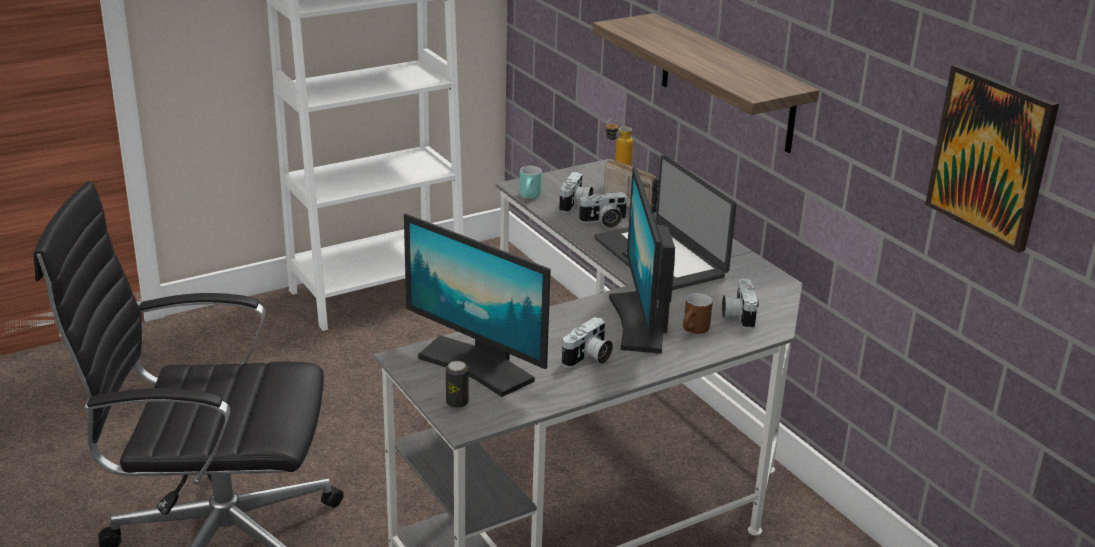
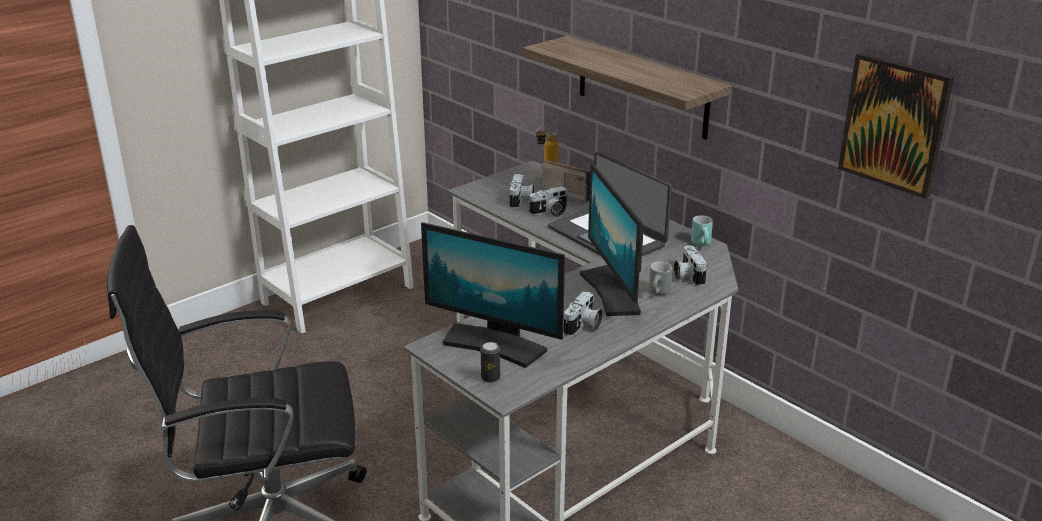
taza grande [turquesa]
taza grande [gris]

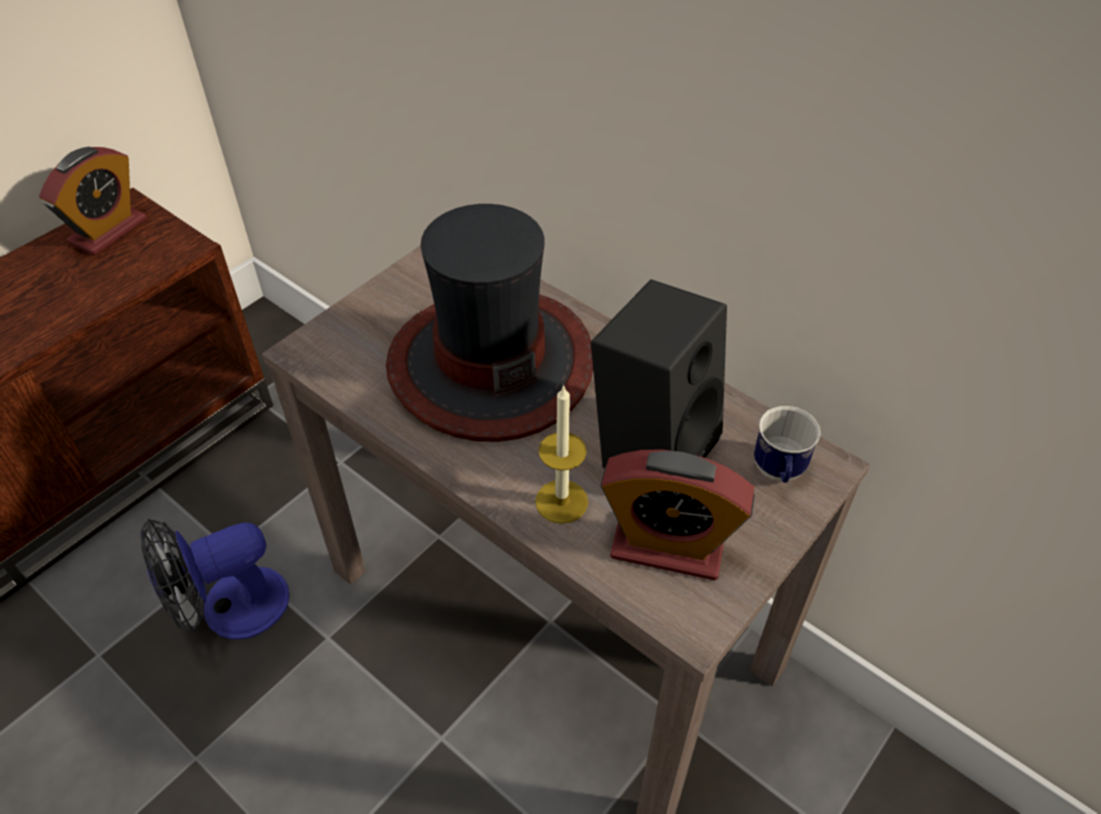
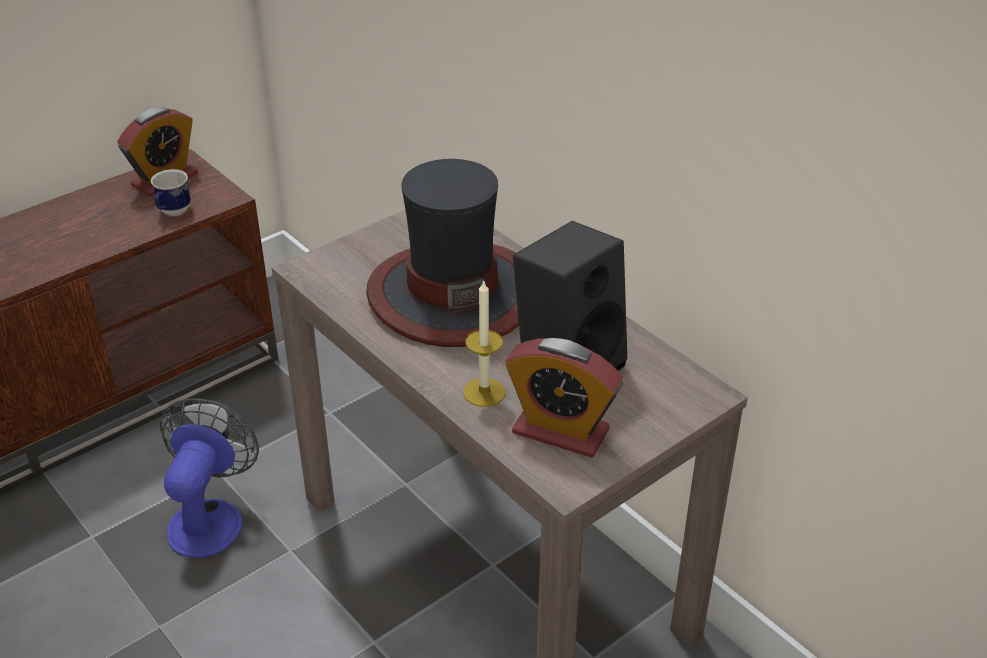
ventilador
taza grande

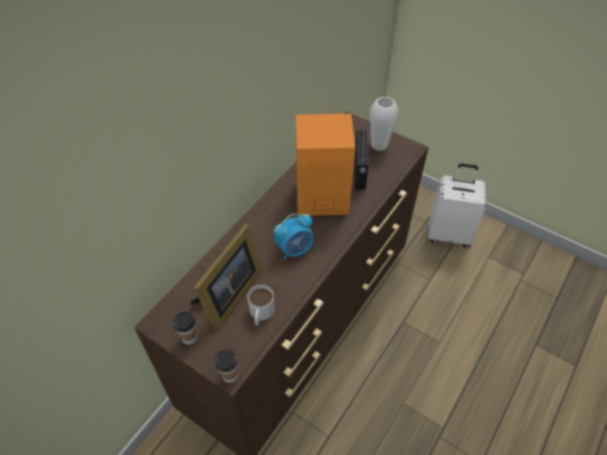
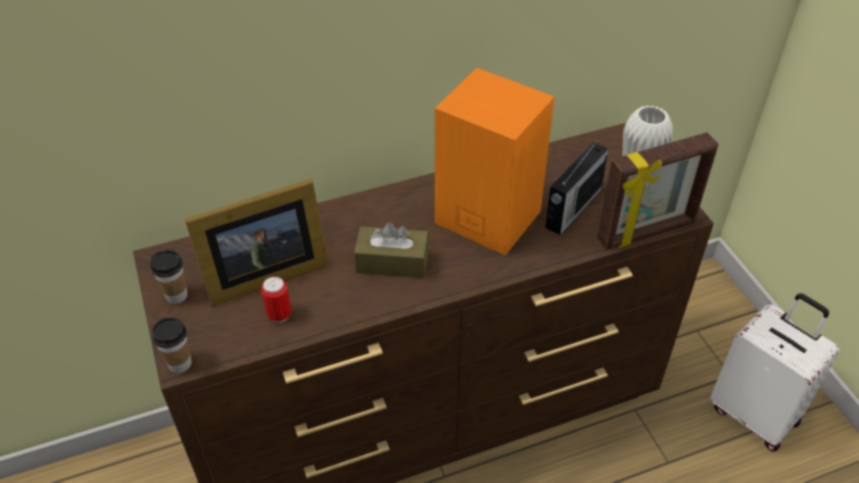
lata
caja de pañuelos [marrón]
portarretratos (2nd from left)

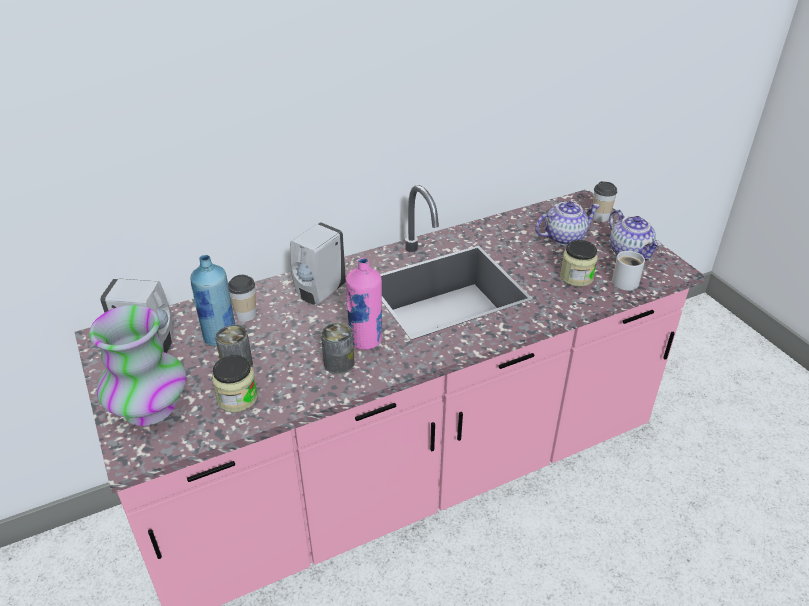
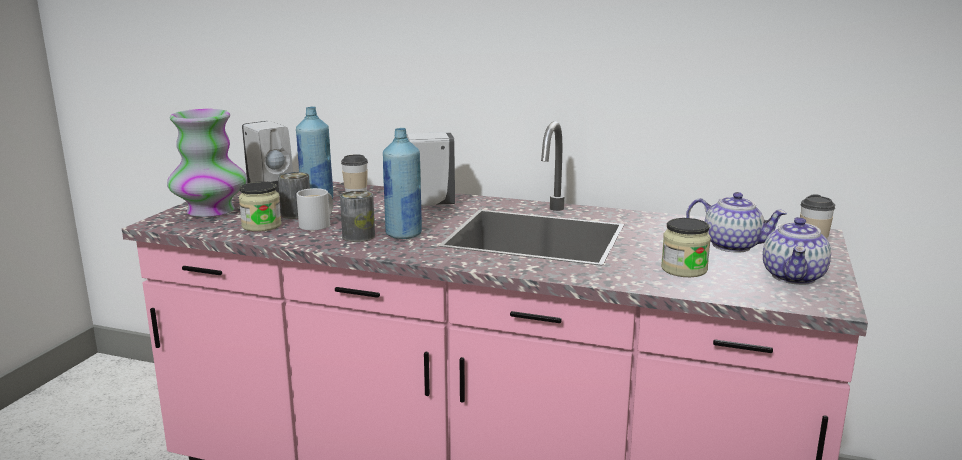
botella [azul] (2nd from left)
taza grande [blanco]

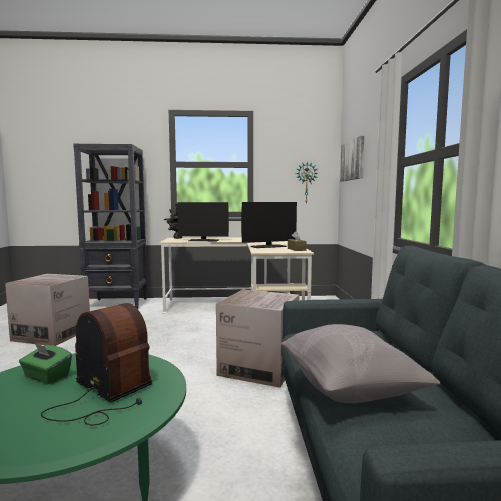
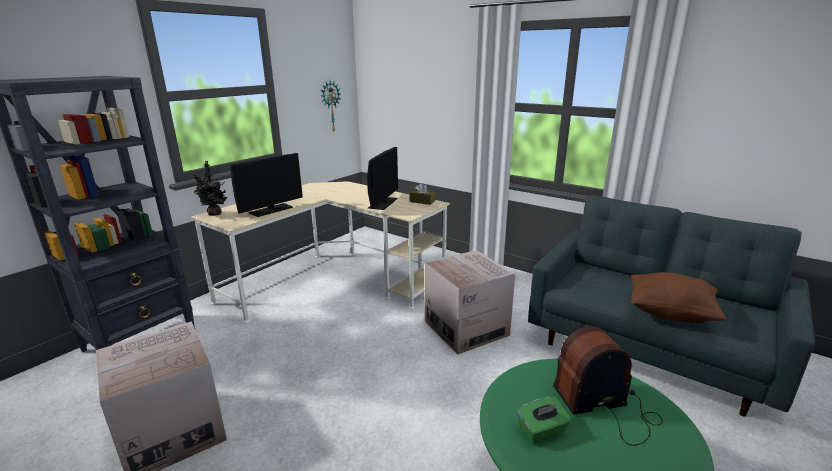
cojín [marrón]
cuadro

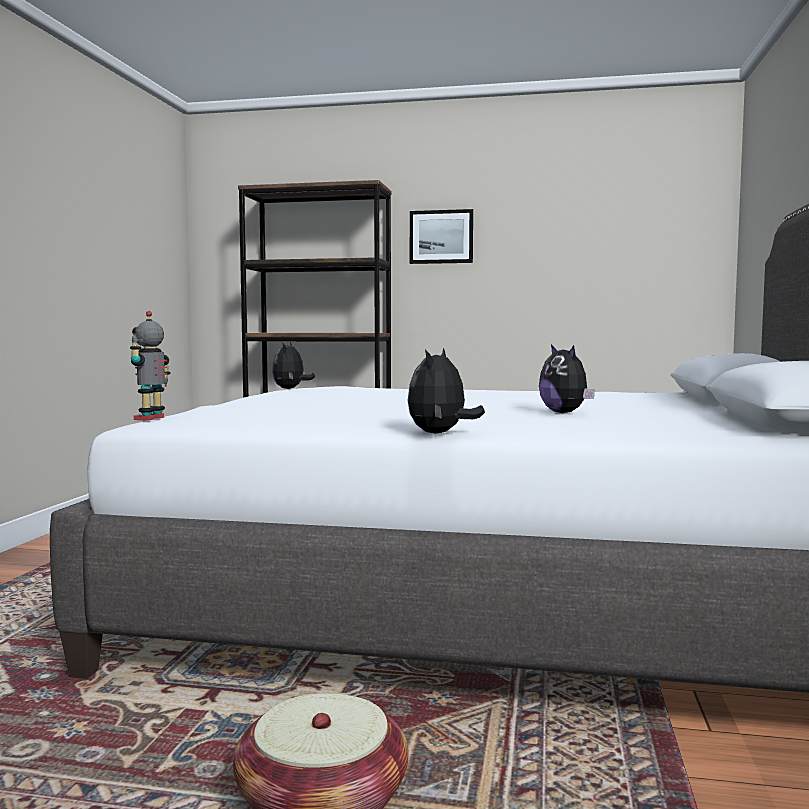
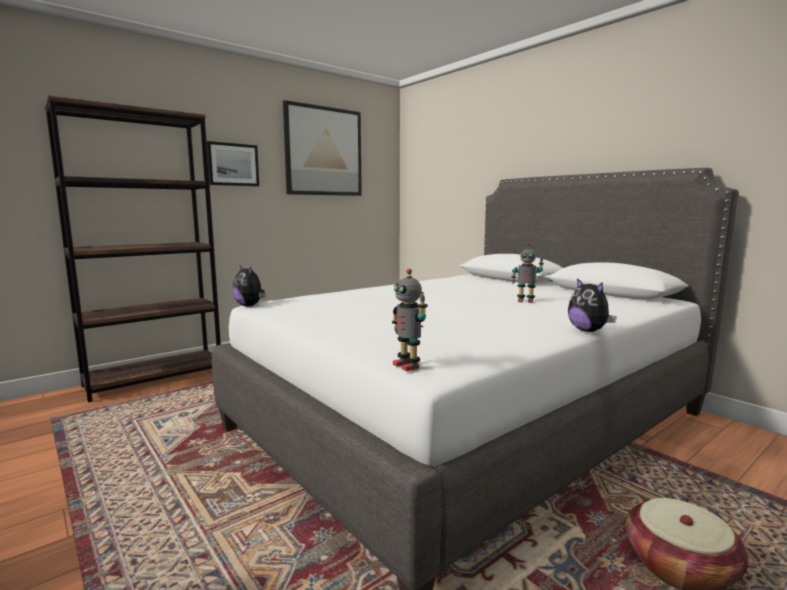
robot de juguete (2nd from left)
cuadro (2nd from left)

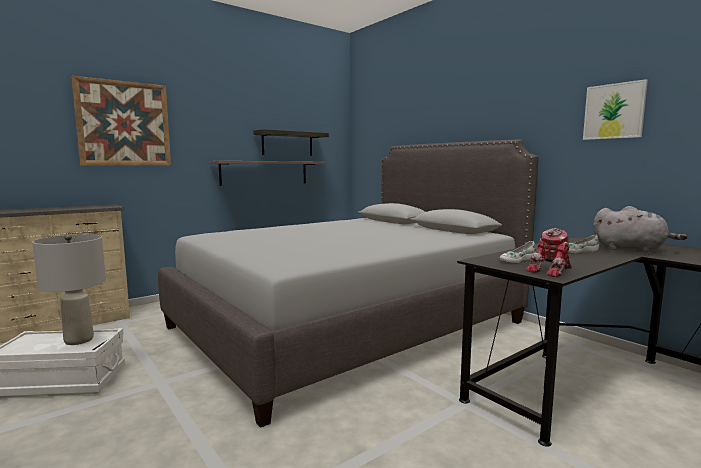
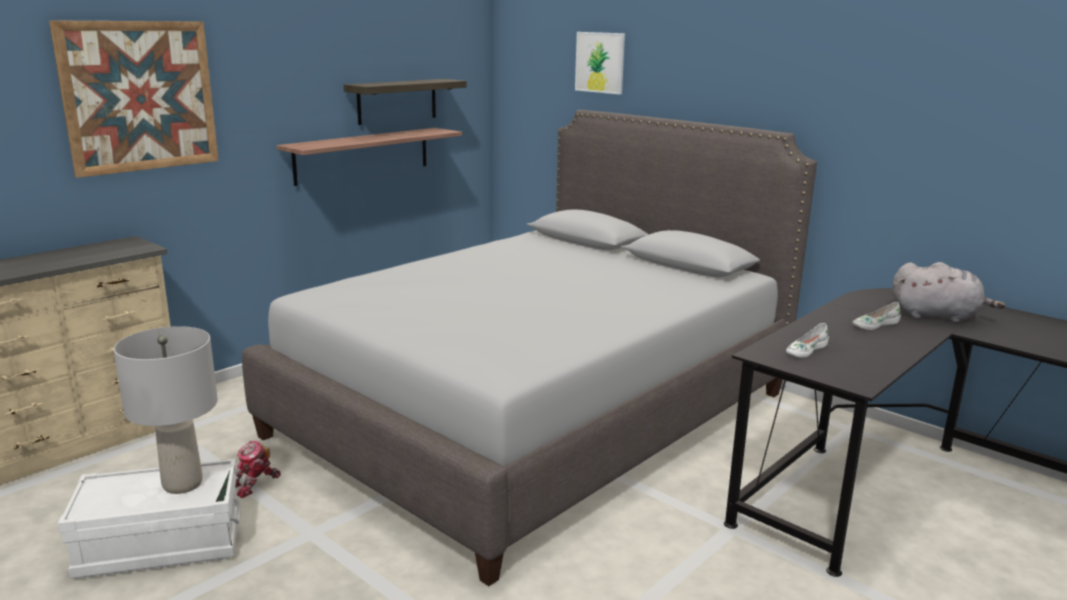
robot de juguete
cuadro (2nd from left)

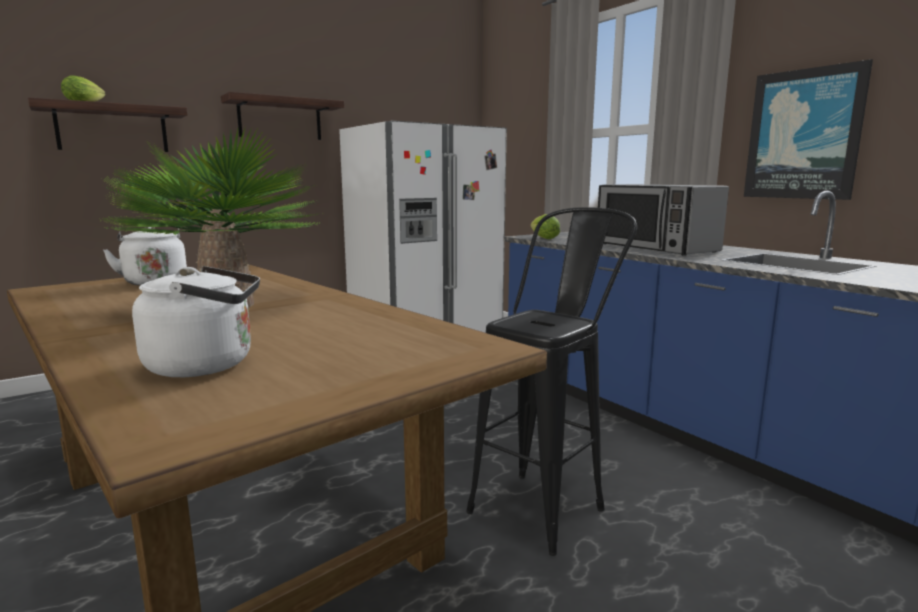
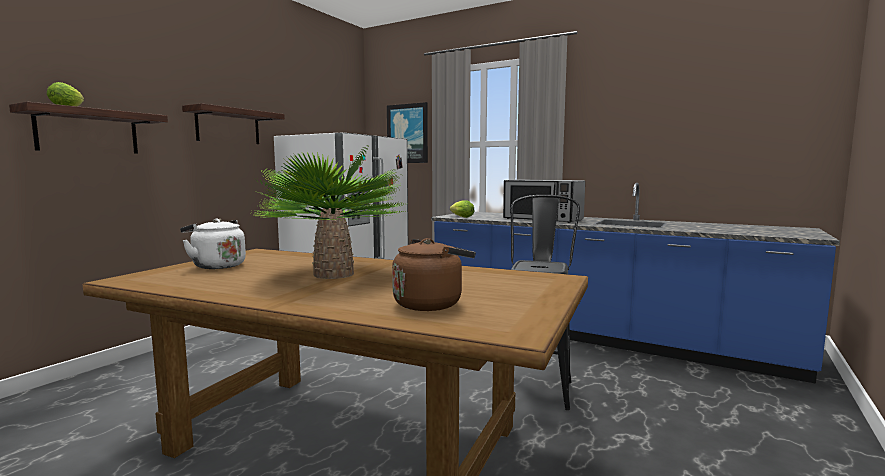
hervidor [marrón]
cuadro

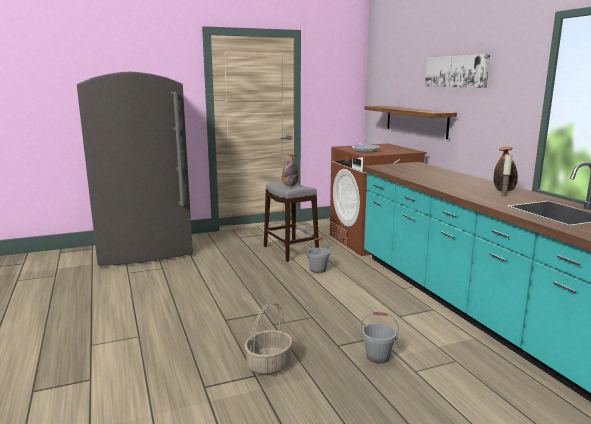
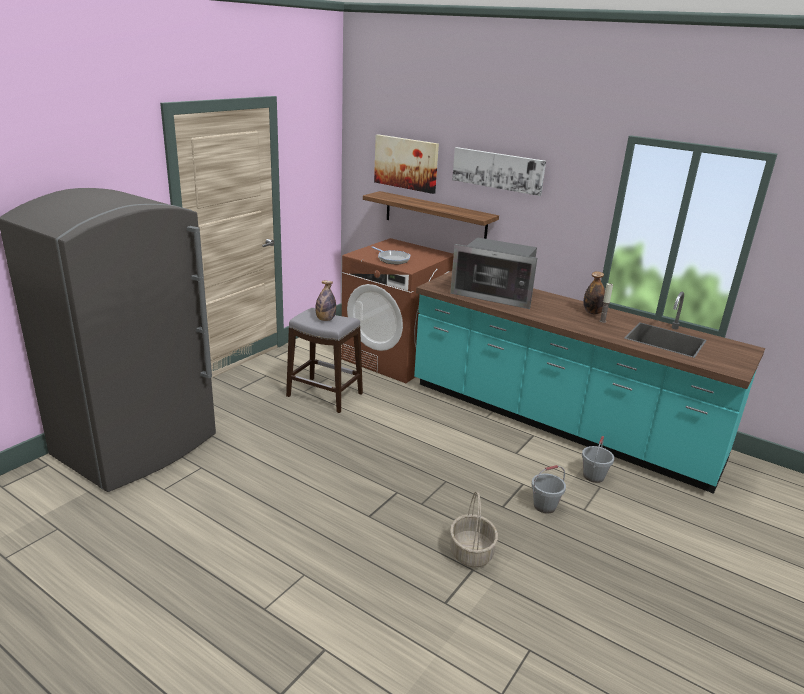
cubo [gris] (2nd from left)
cuadro (1st from left)
microondas

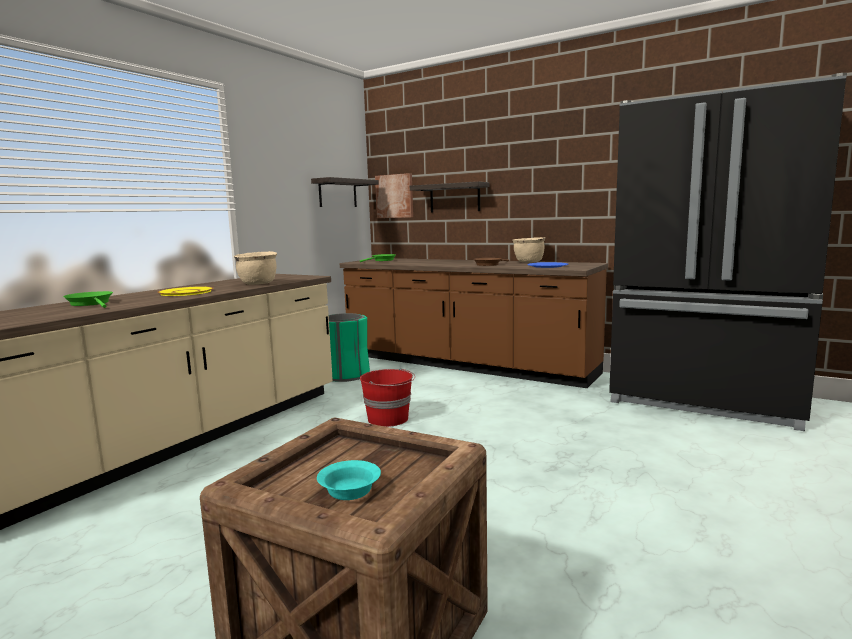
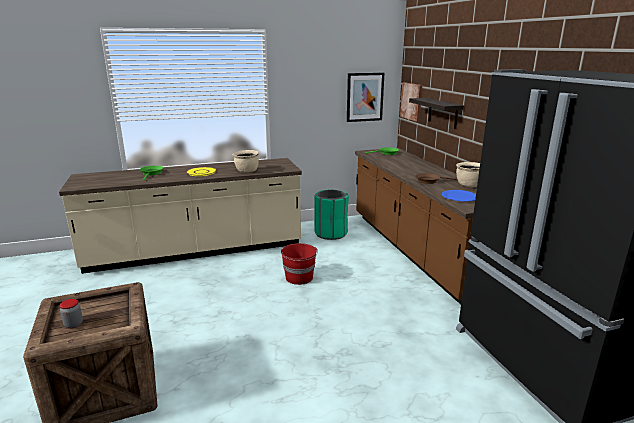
cuadro (1st from left)
tarro

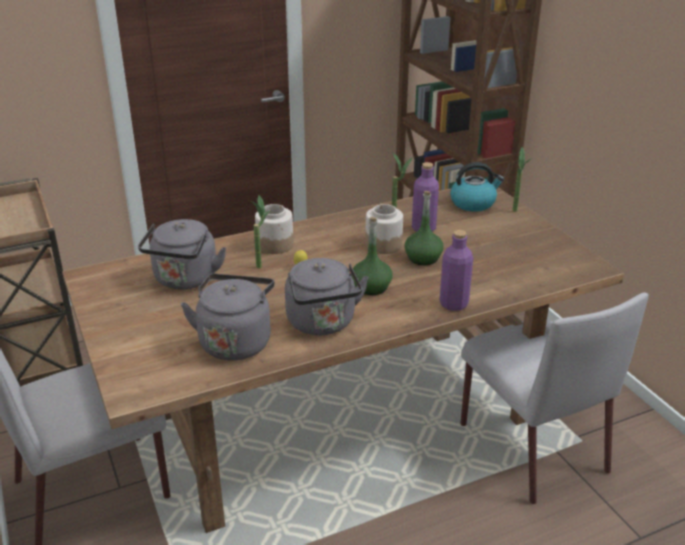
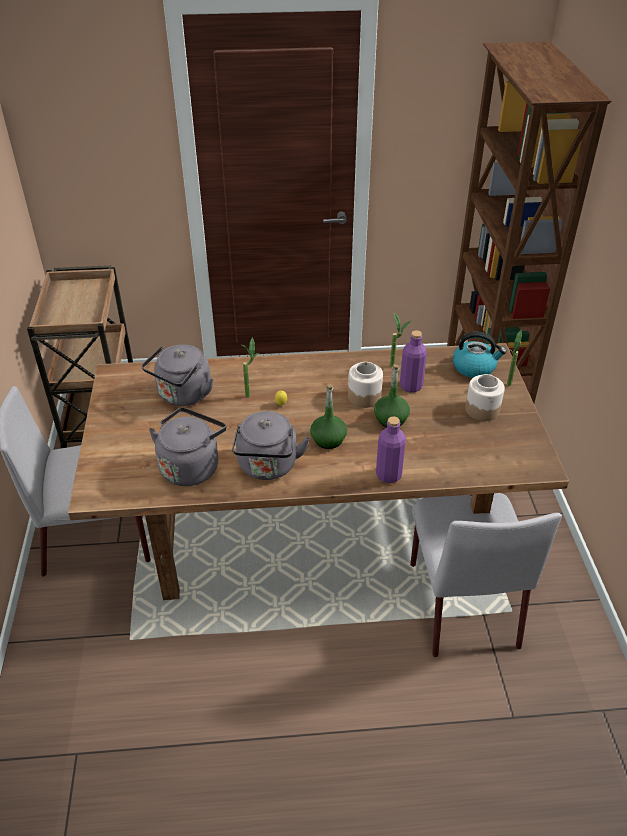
tarro (2nd from left)

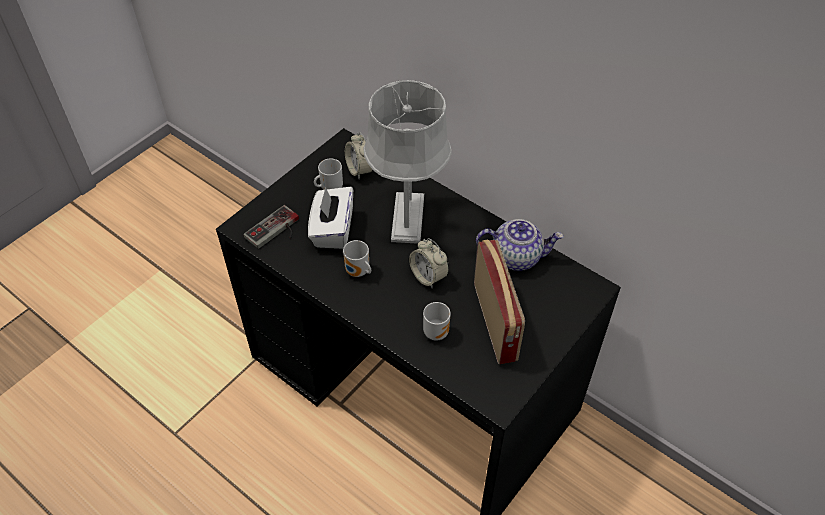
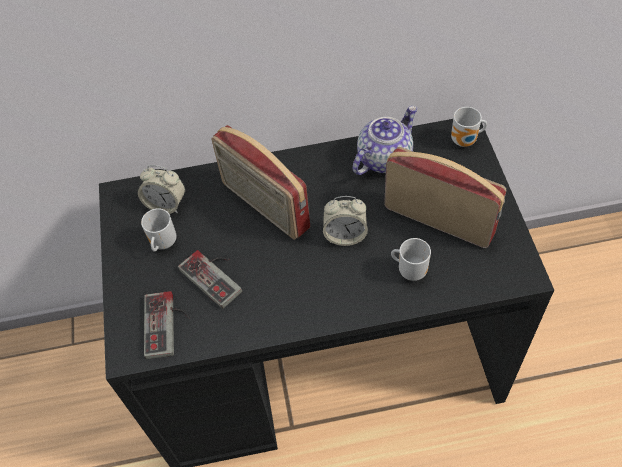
mando de consola (2nd from left)
taza grande (3rd from left)
radio (1st from left)

